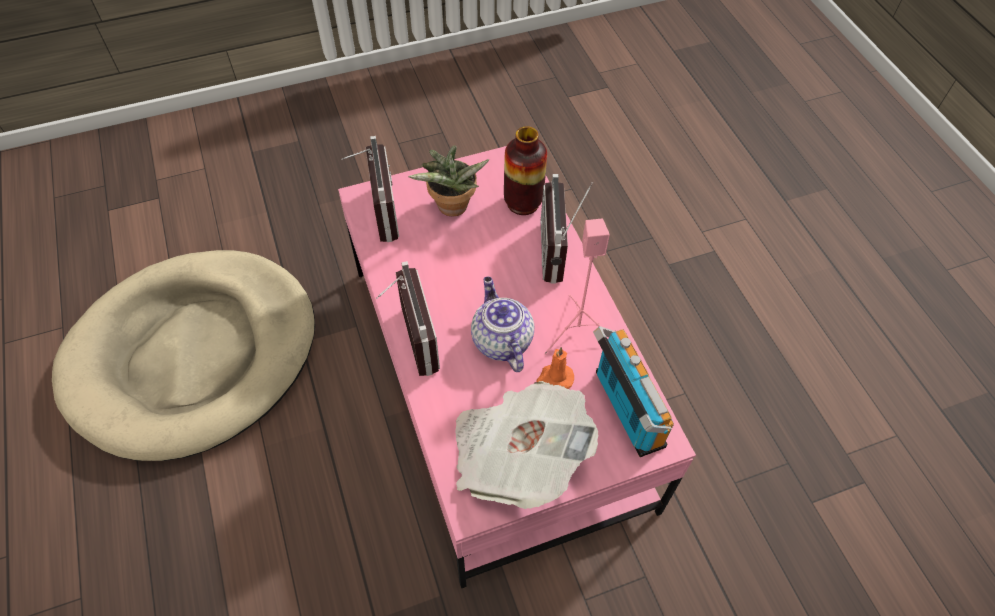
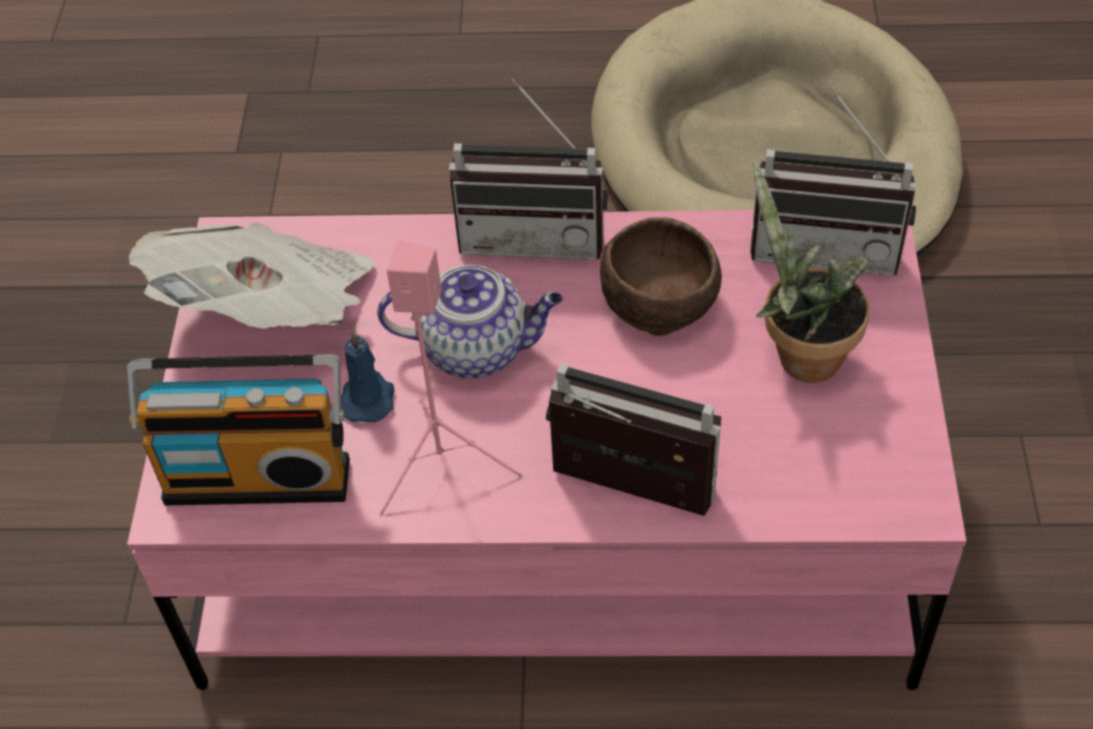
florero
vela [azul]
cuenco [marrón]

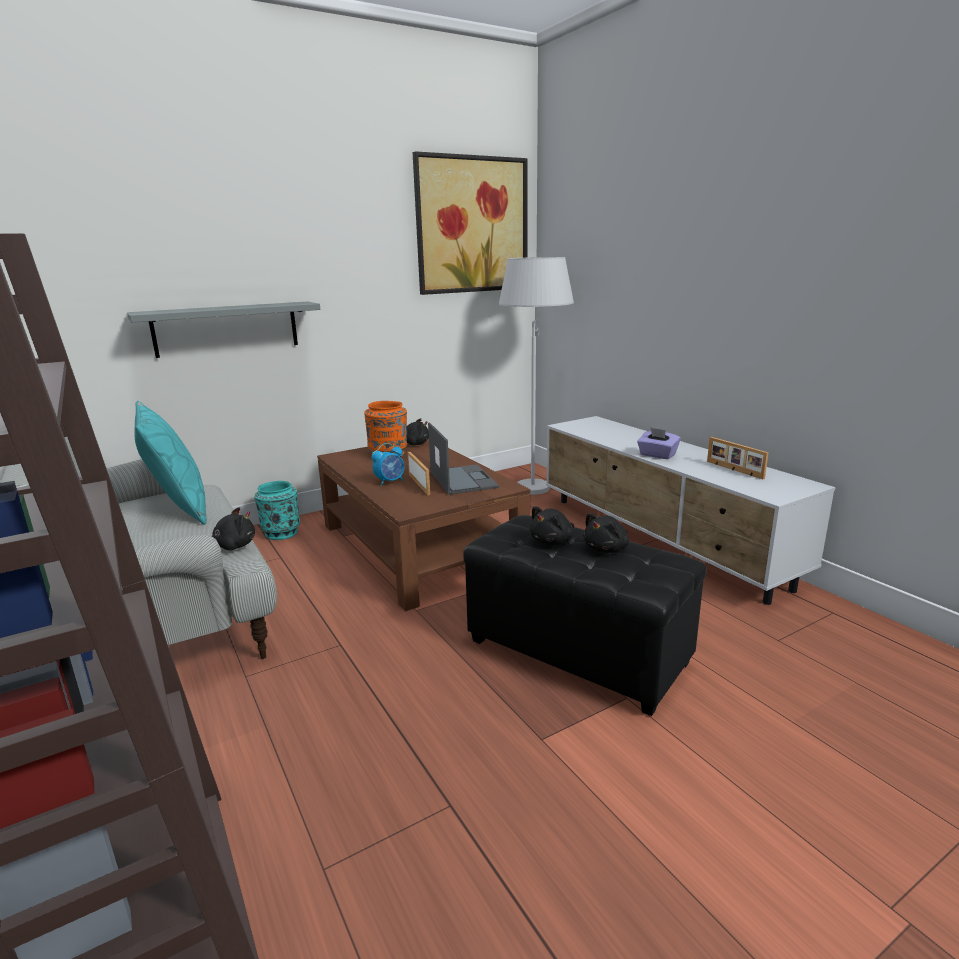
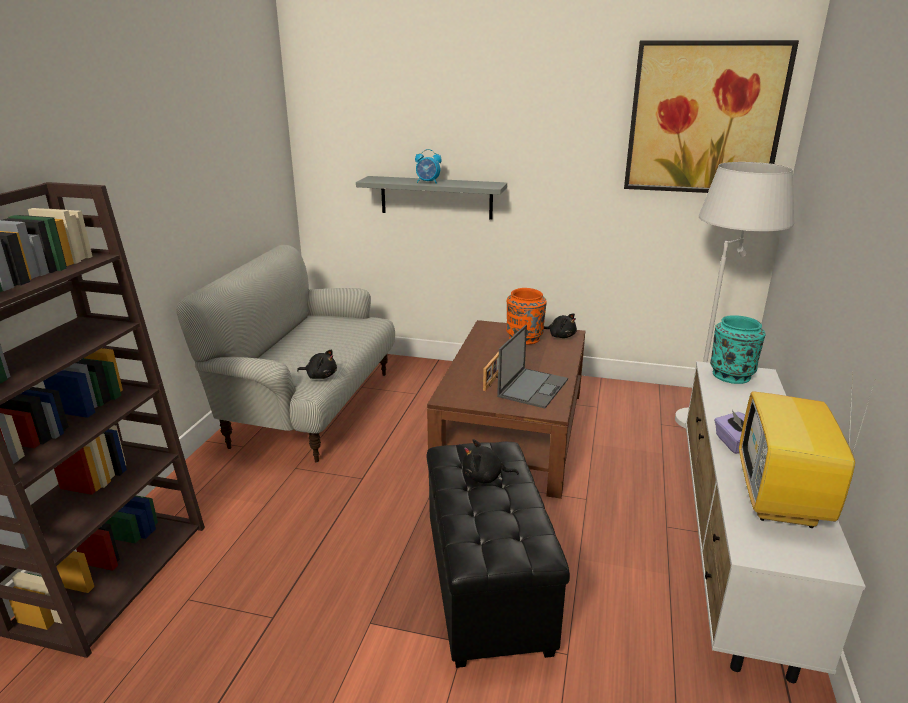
cojín [turquesa]
florero [turquesa]
despertador
peluche [negro] (4th from left in the first image)
televisor

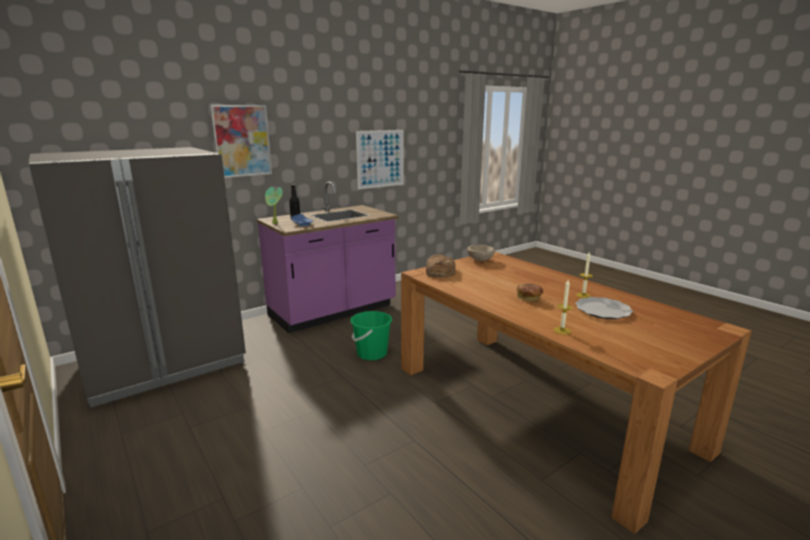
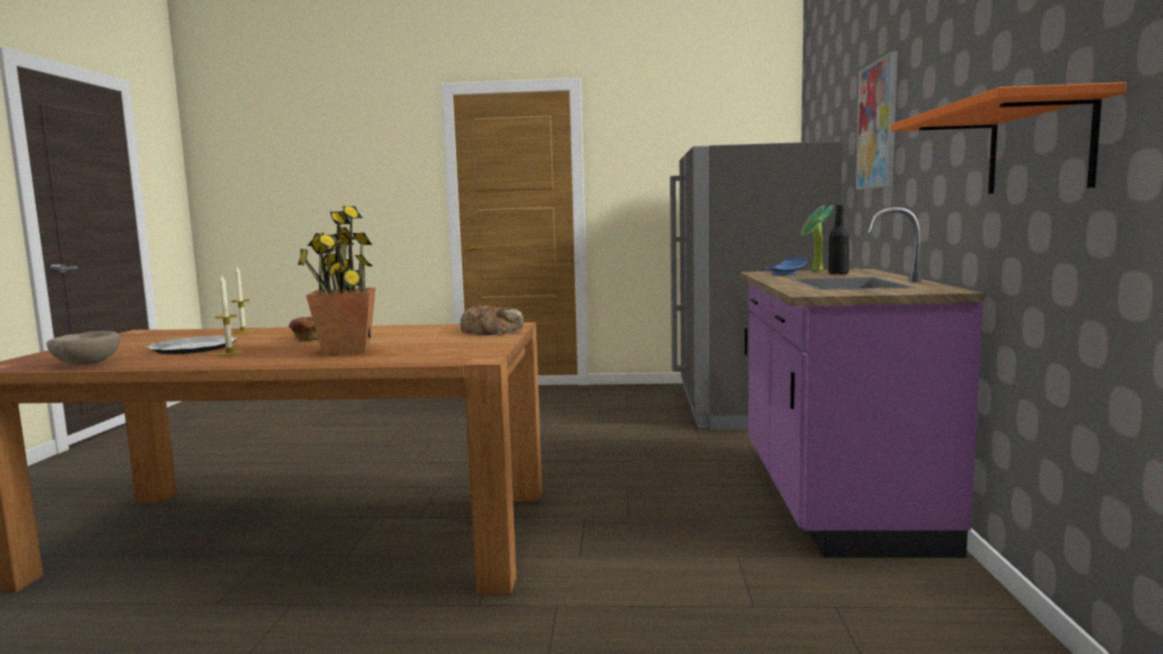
cubo [verde]
estante [naranja]
cuenco [beis]
planta en maceta (1st from left)

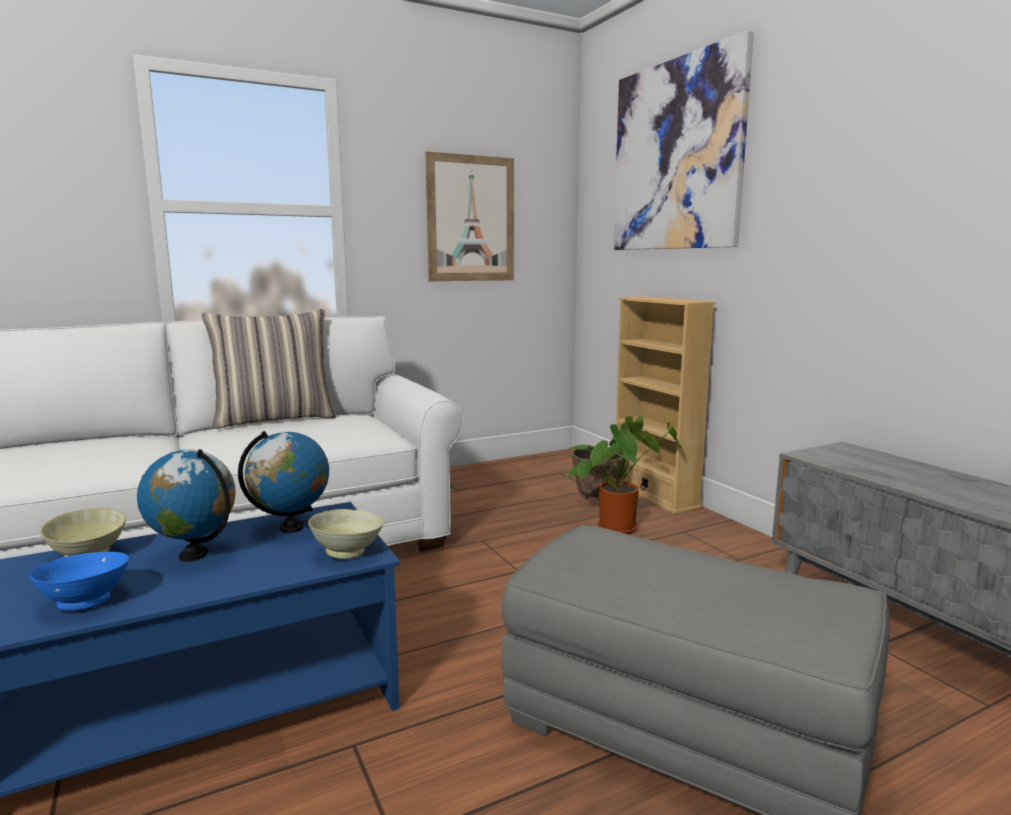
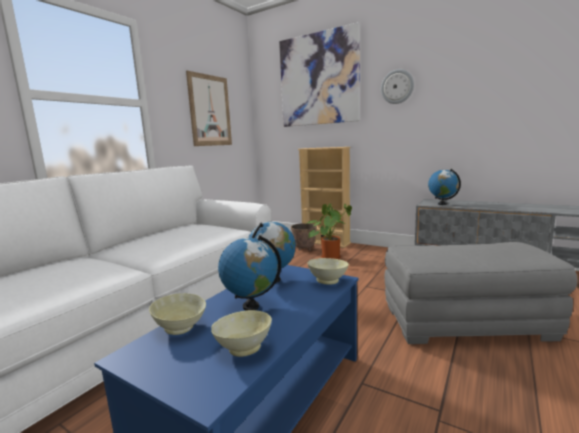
cuenco [beis] (2nd from left)
cojín
reloj de pared
globo terráqueo (3rd from left)

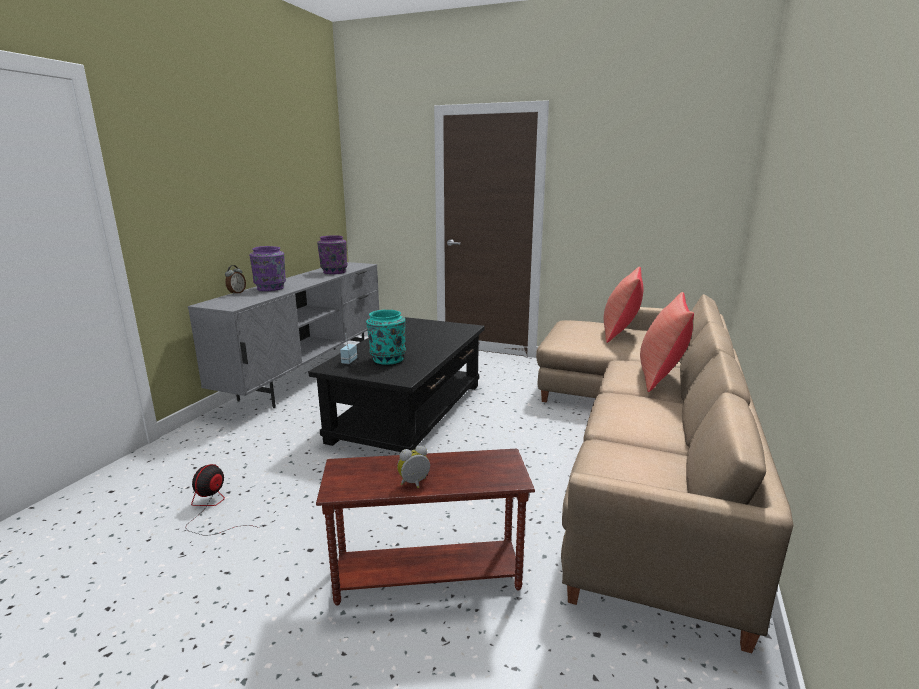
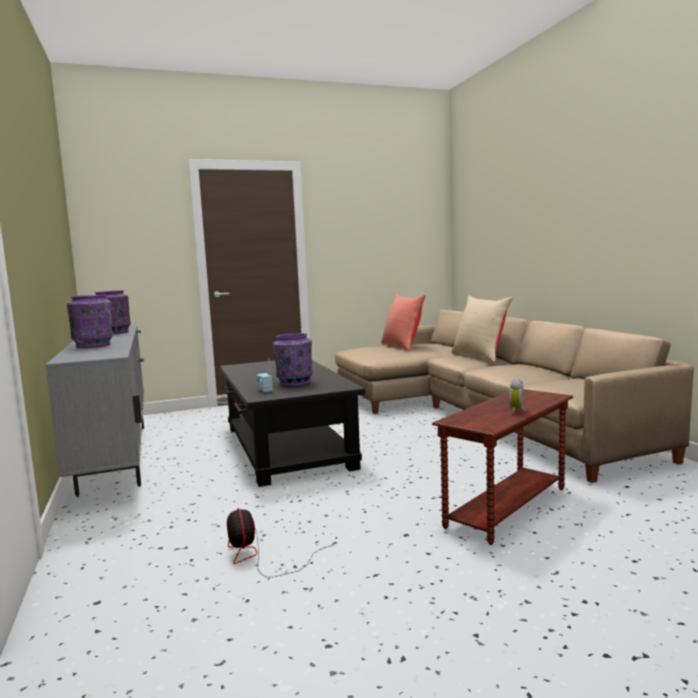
despertador (1st from left in the first image)
florero [morado] (3rd from left)
cojín [beis]

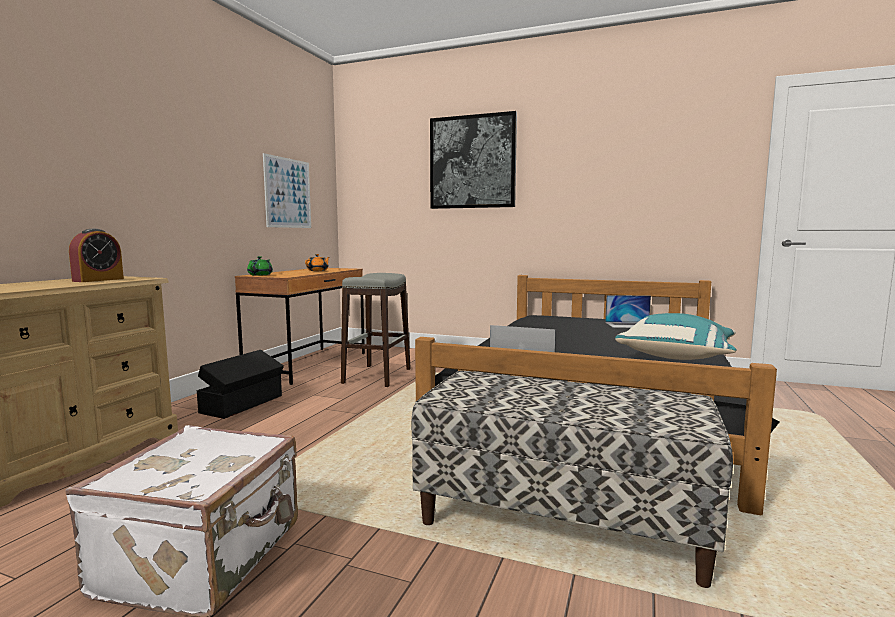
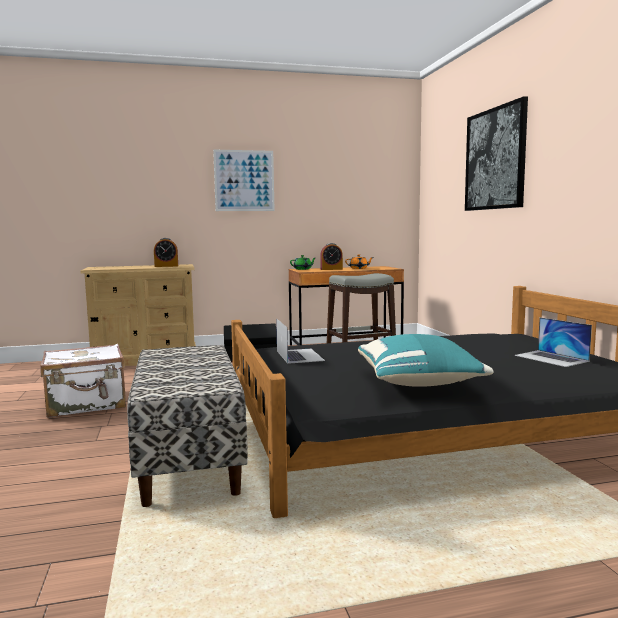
cuadro (1st from left)
despertador (2nd from left)

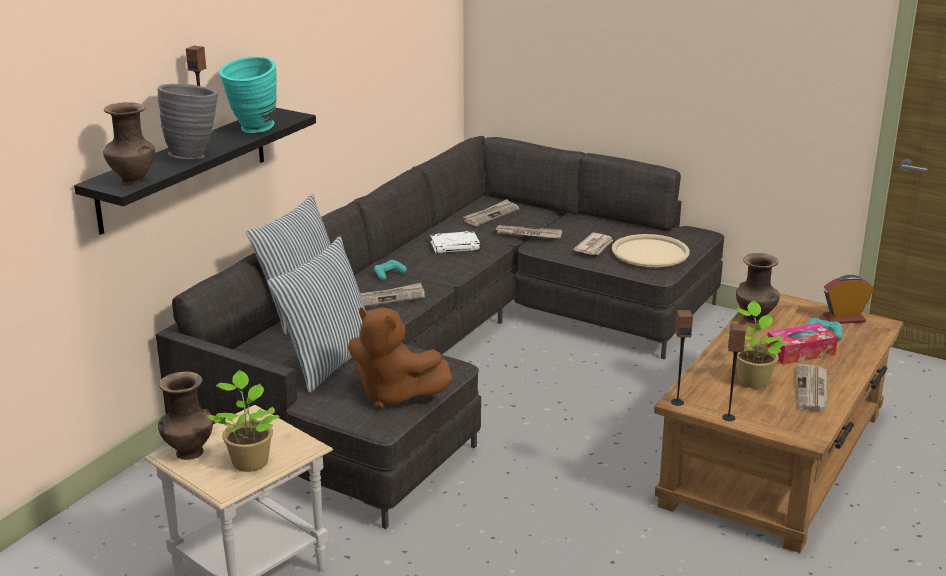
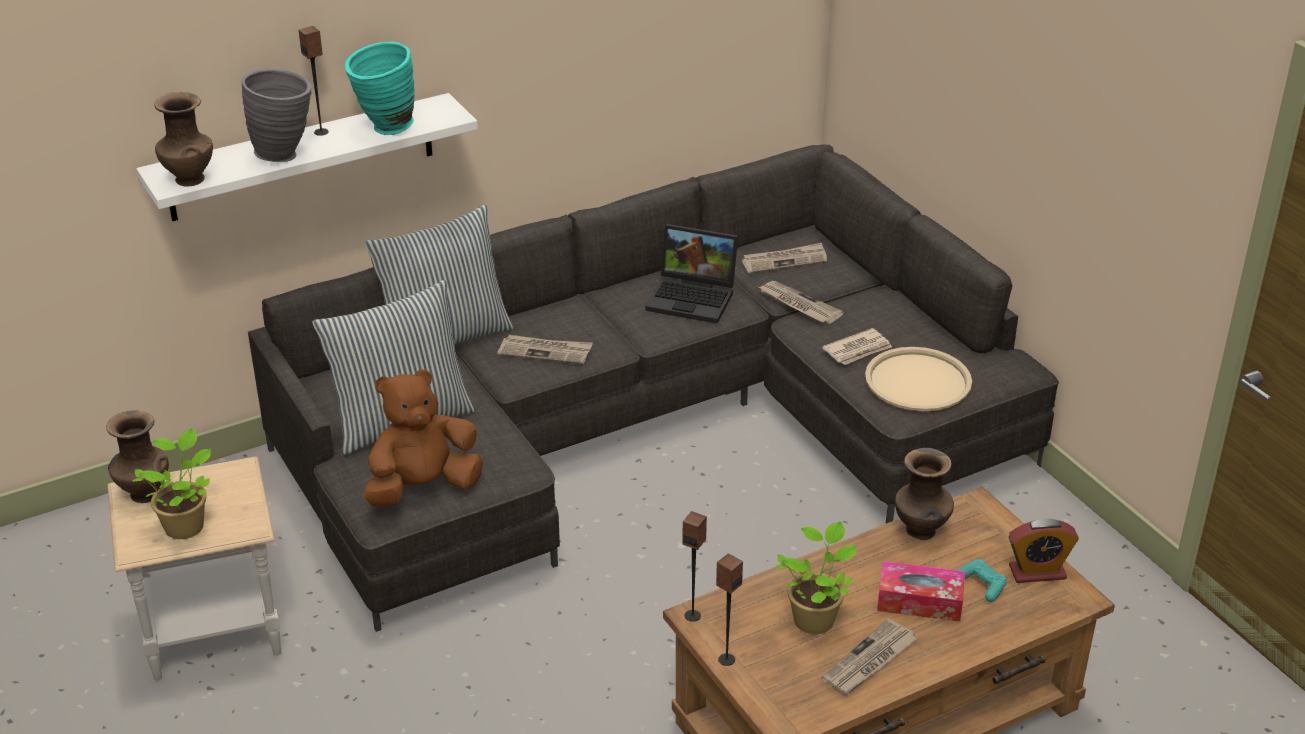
estante [blanco]
peluche [marrón]
mando de consola [turquesa] (1st from left in the first image)
portátil
despertador

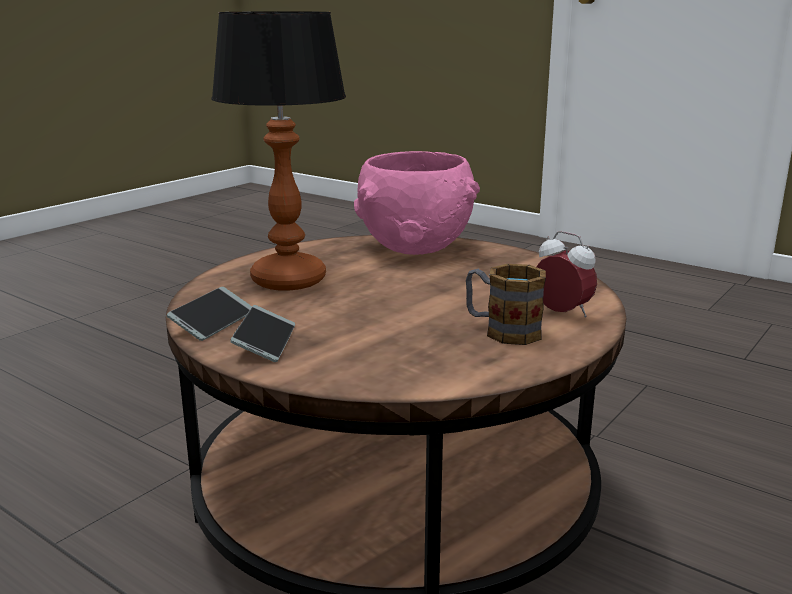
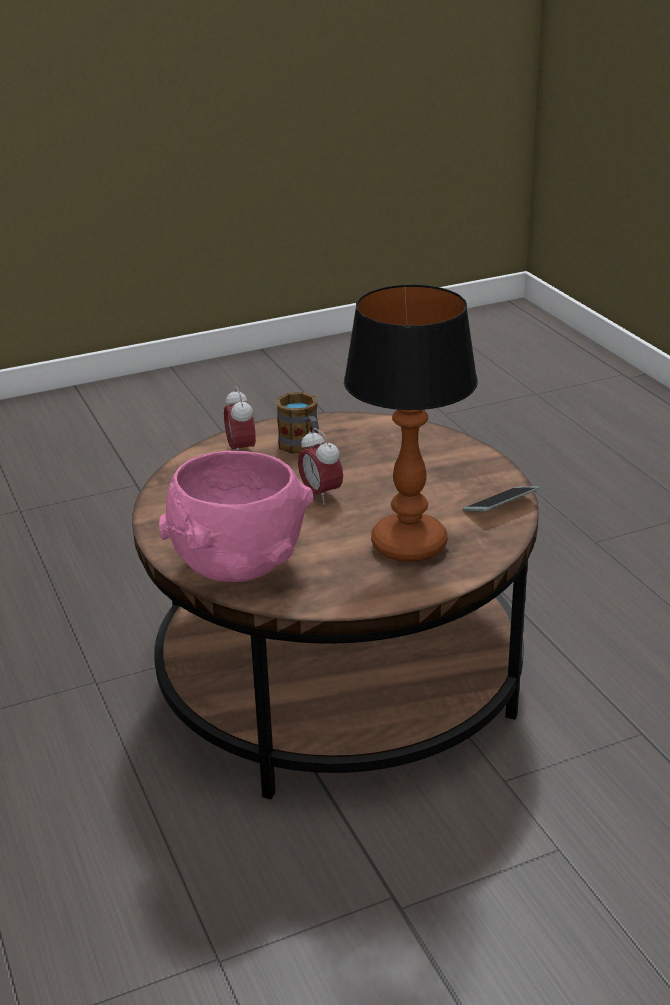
móvil (2nd from left in the first image)
despertador (2nd from left)

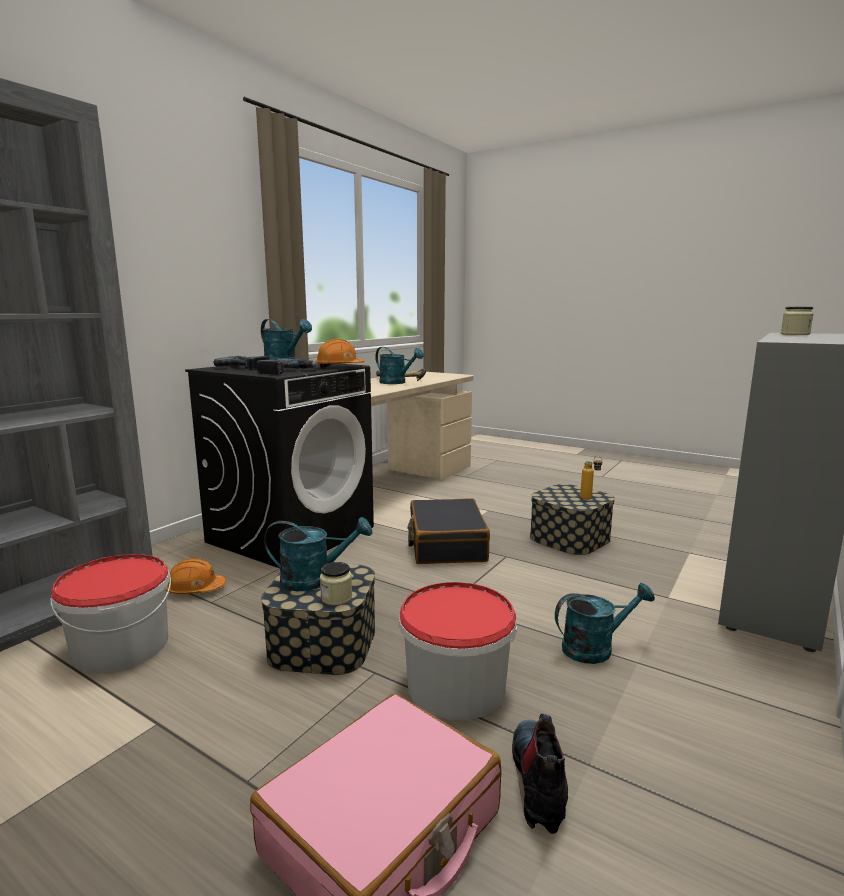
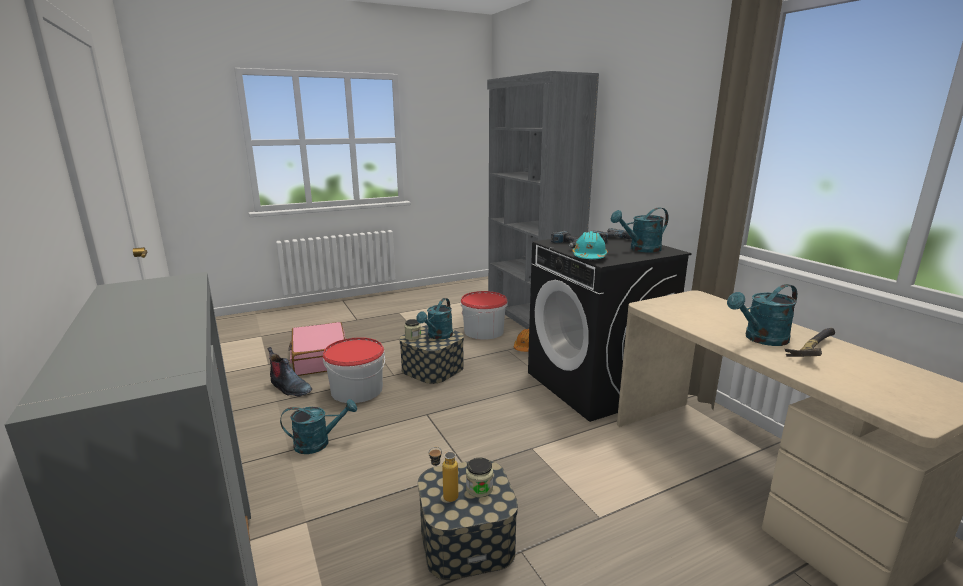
casco [turquesa]
maleta [negro]
regadera [turquesa] (1st from left)
tarro (2nd from left)

